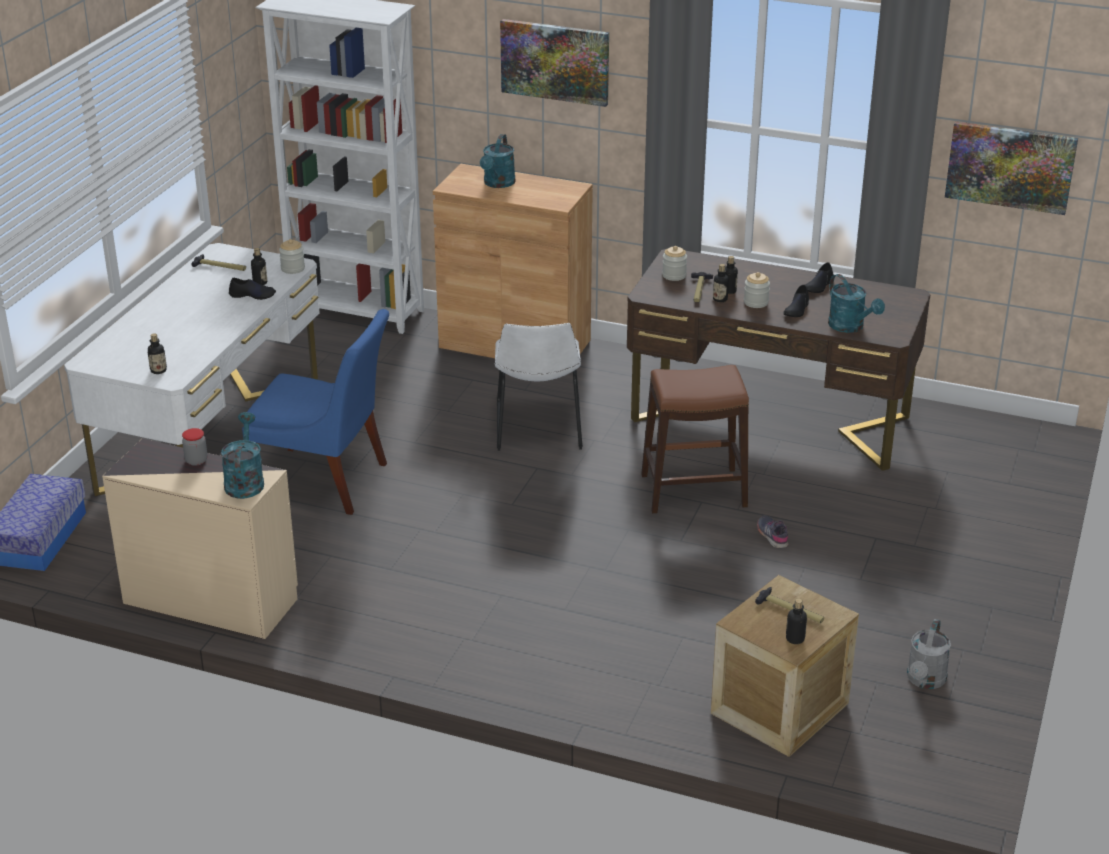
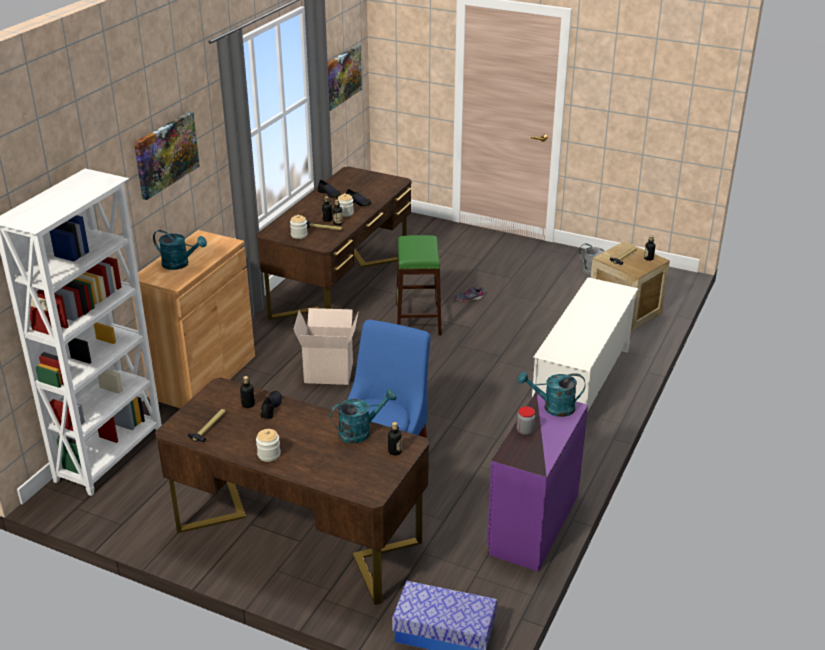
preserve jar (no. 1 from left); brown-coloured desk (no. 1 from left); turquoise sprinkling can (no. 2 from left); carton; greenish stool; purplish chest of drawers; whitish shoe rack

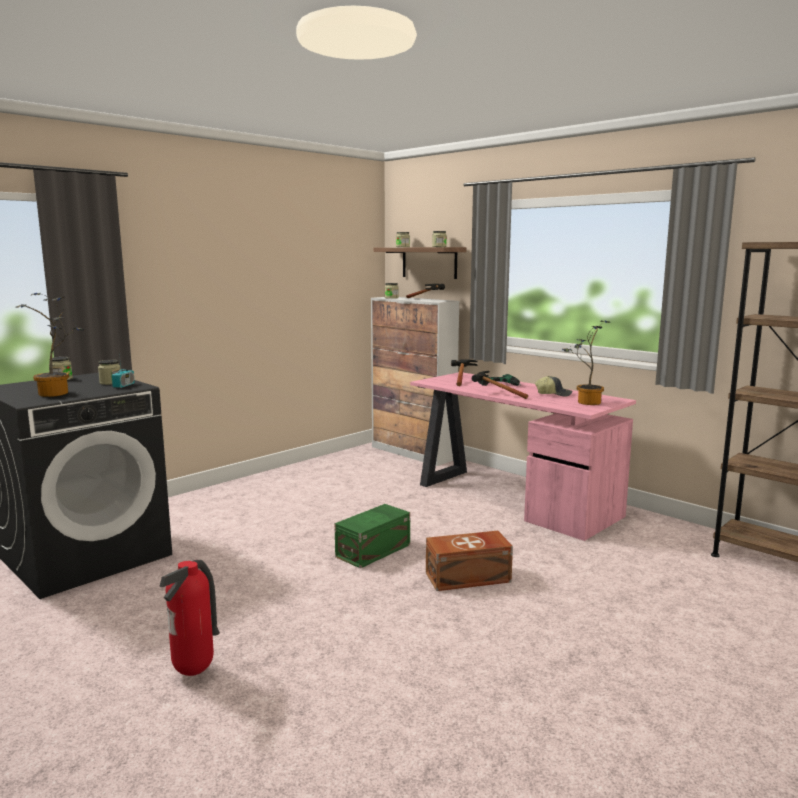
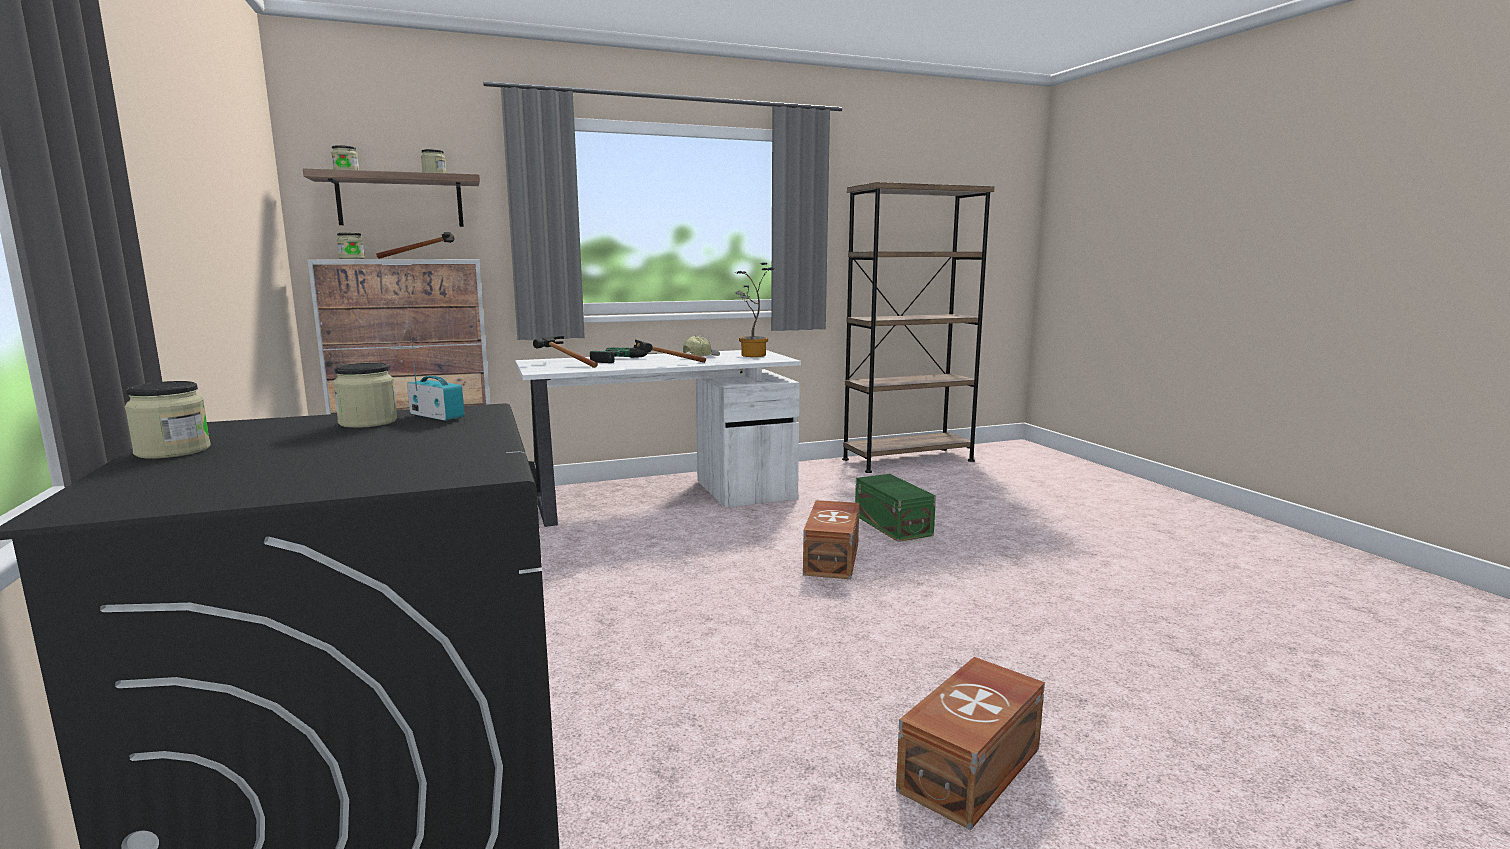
plant in a pot (no. 1 from left in the first image); whitish desk; greenish storage container; brown-coloured storage container (no. 2 from left)

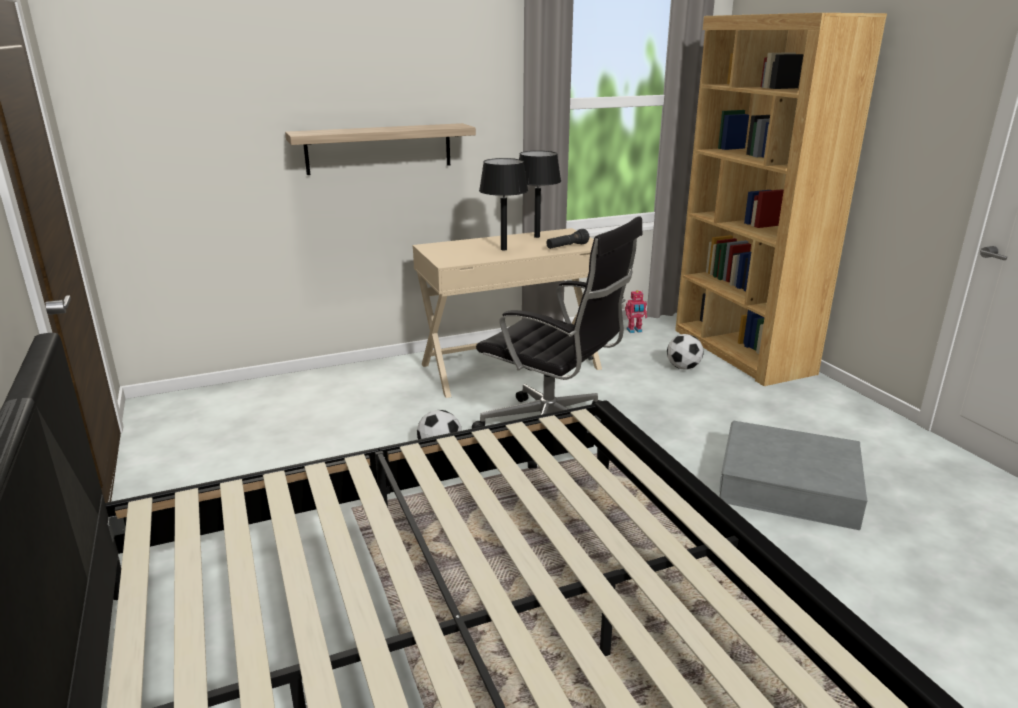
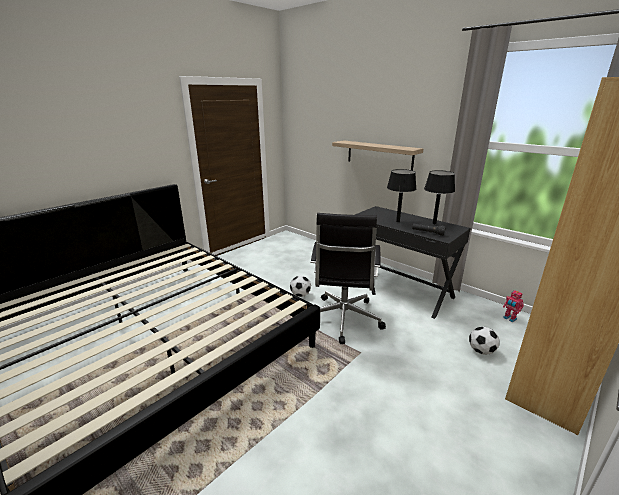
black-coloured desk; greyish storage container

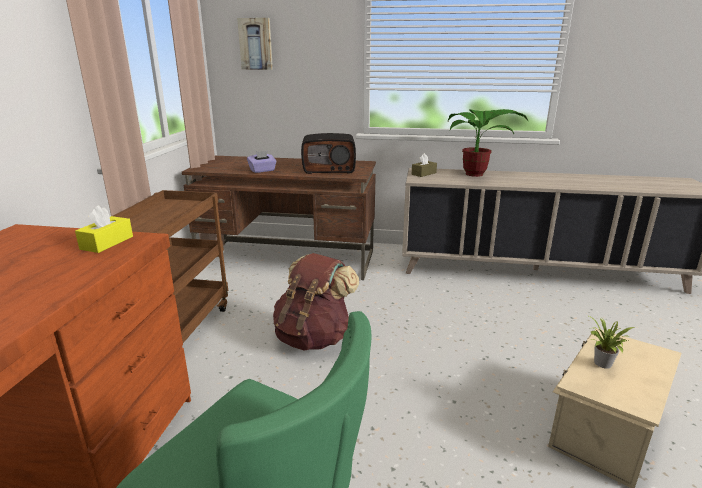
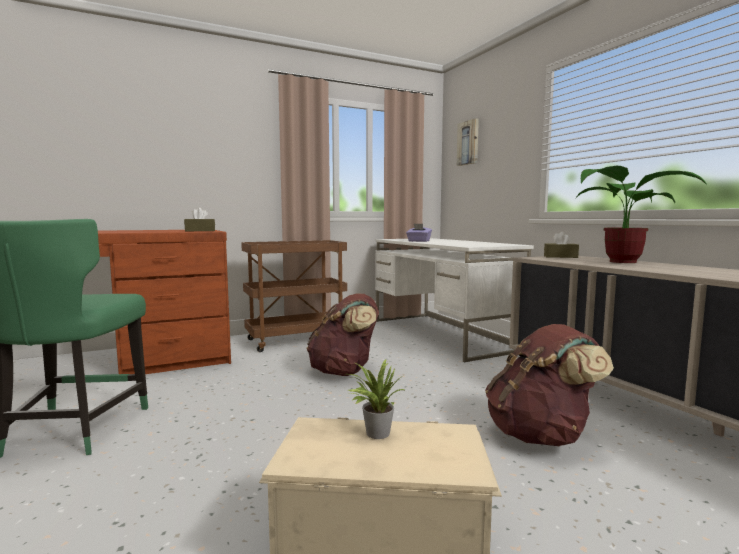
radio; whitish desk; brown-coloured tissue box (no. 1 from left); brown-coloured rucksack (no. 2 from left)

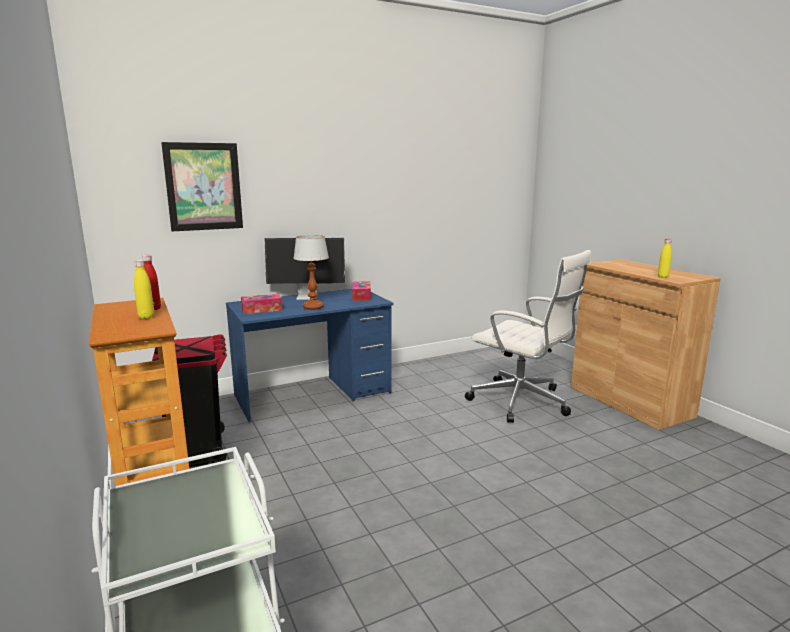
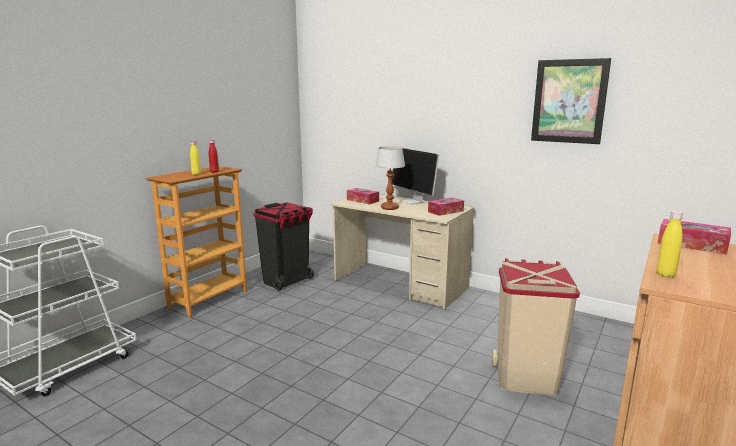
wall art; beige waste bin; beige desk; tissue box (no. 3 from left)

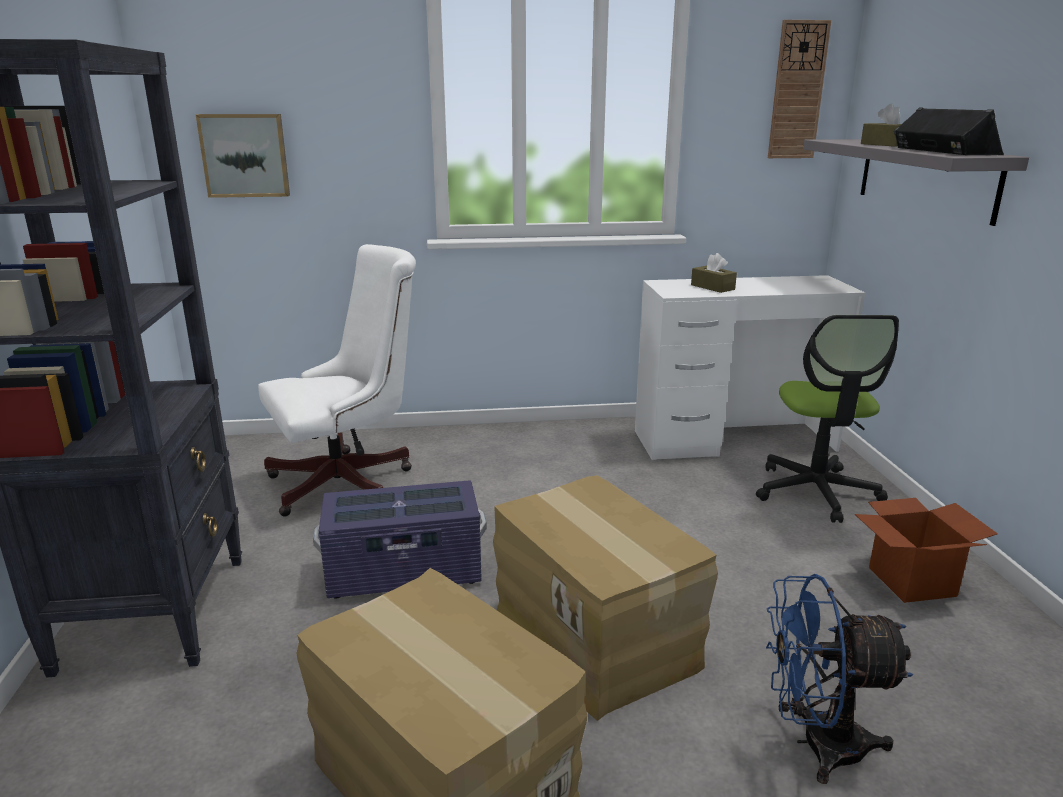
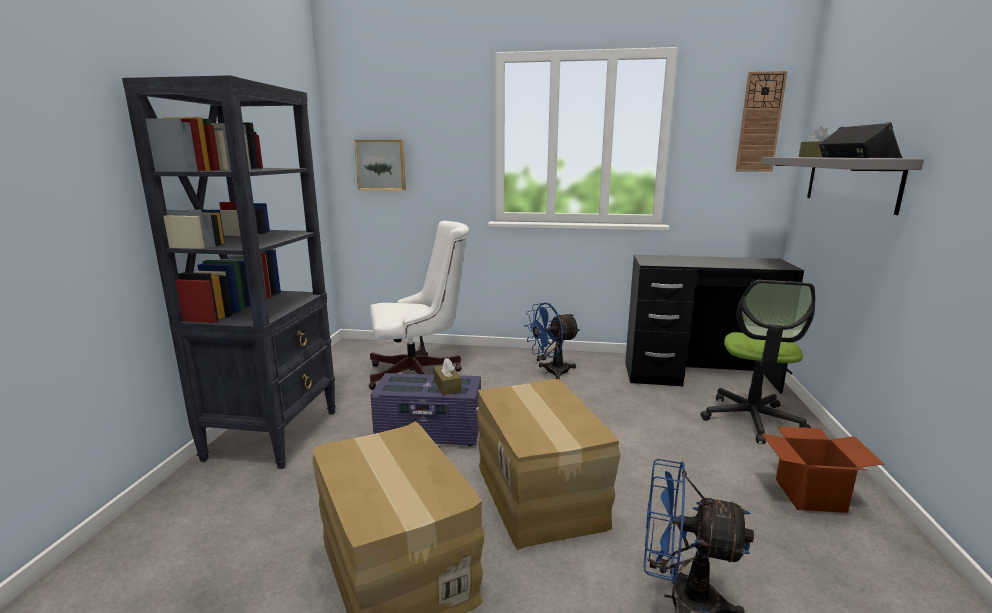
brown-coloured tissue box (no. 1 from left); black-coloured desk; bluish fan (no. 1 from left)

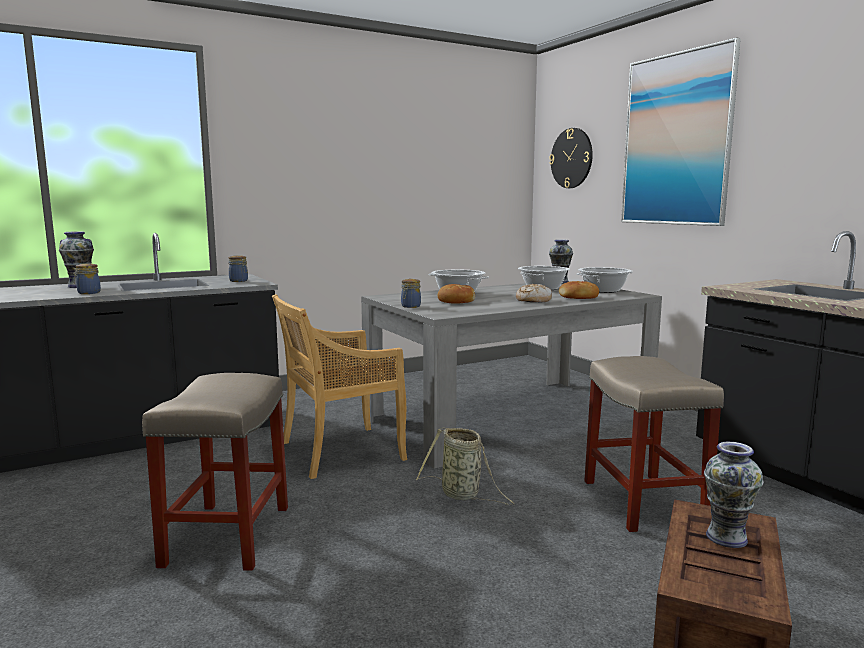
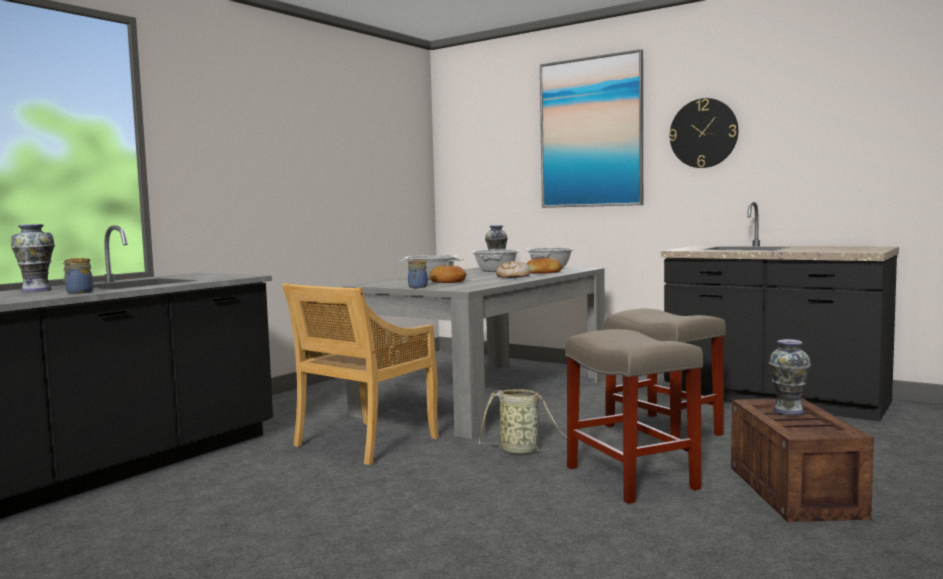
hanging clock; preserve jar (no. 2 from left in the first image); beige stool (no. 1 from left)

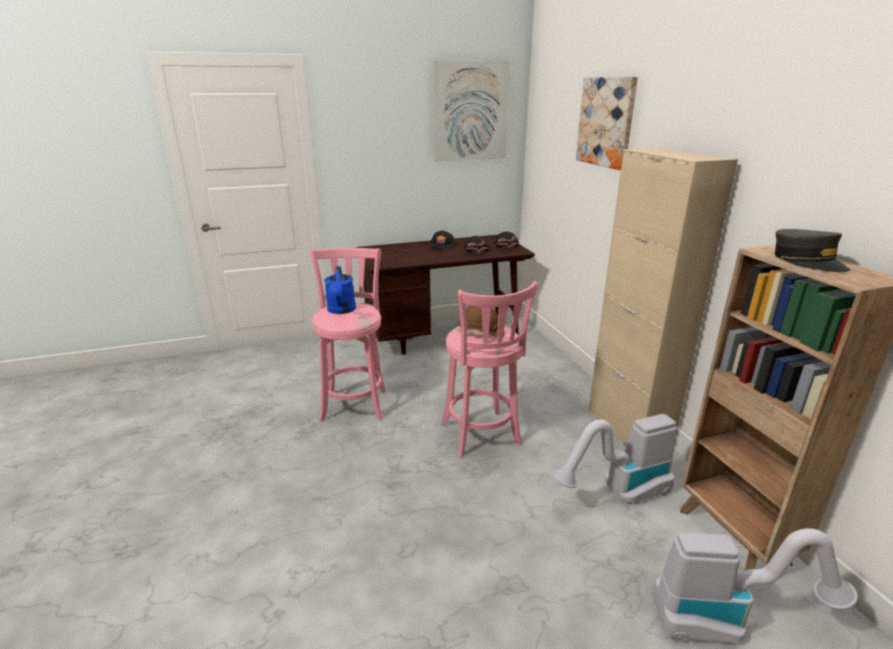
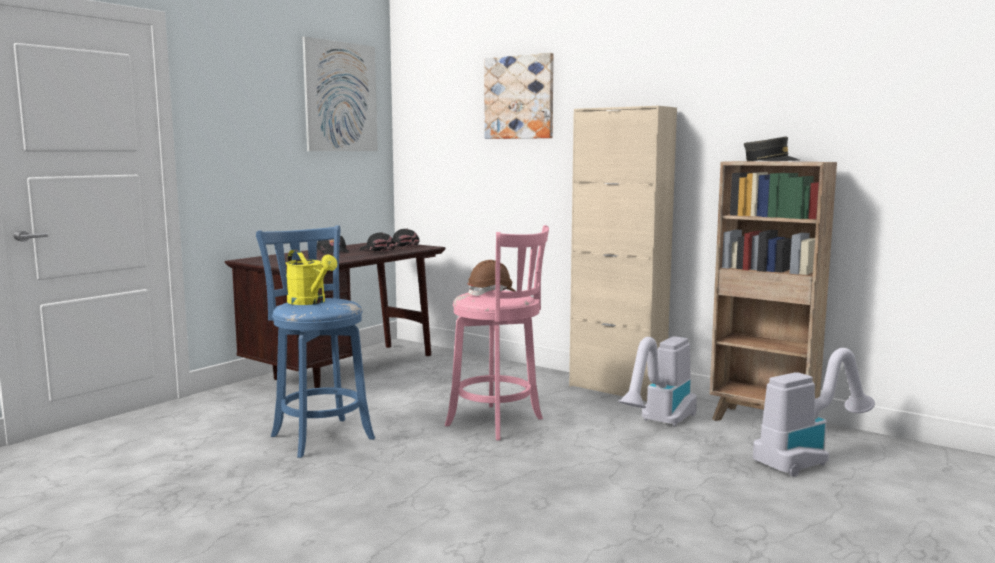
bluish stool; yellow-coloured sprinkling can

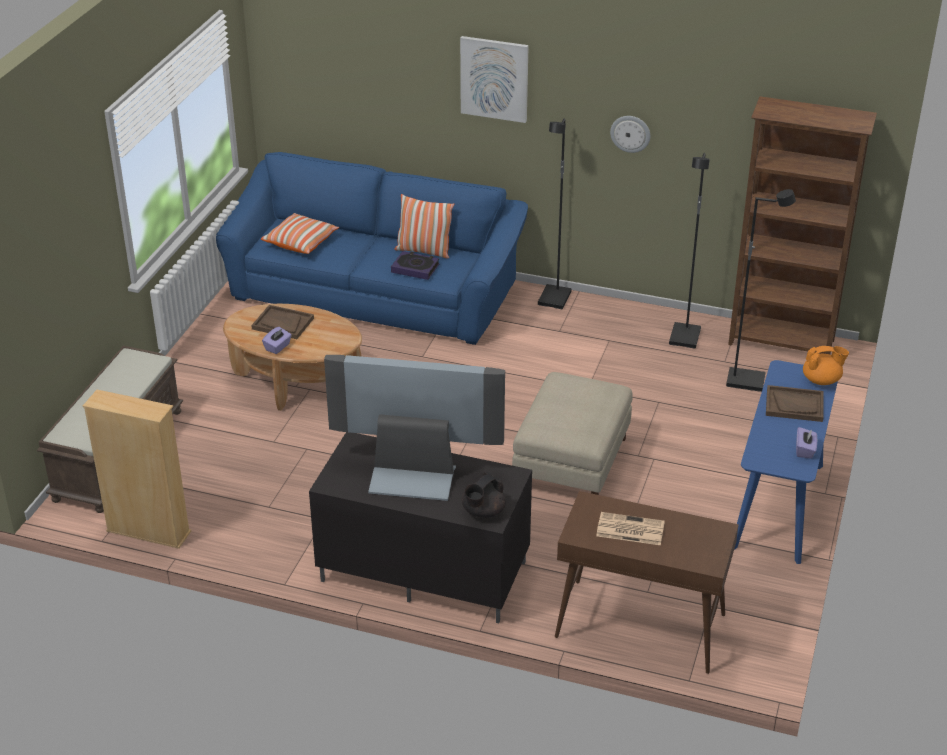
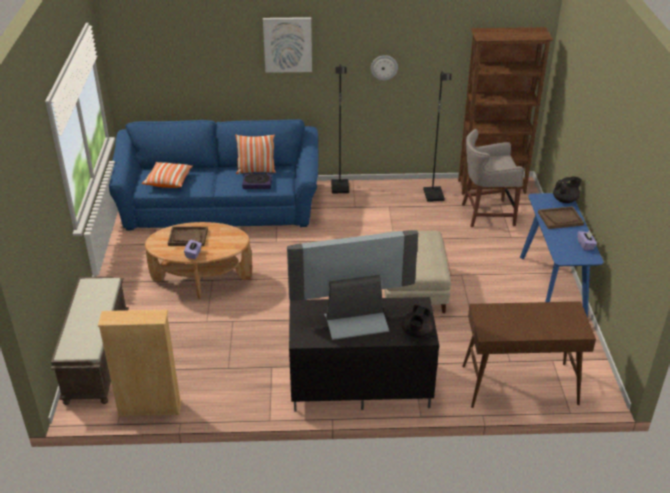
greyish stool; black-coloured tea pot (no. 2 from left); printed paper

